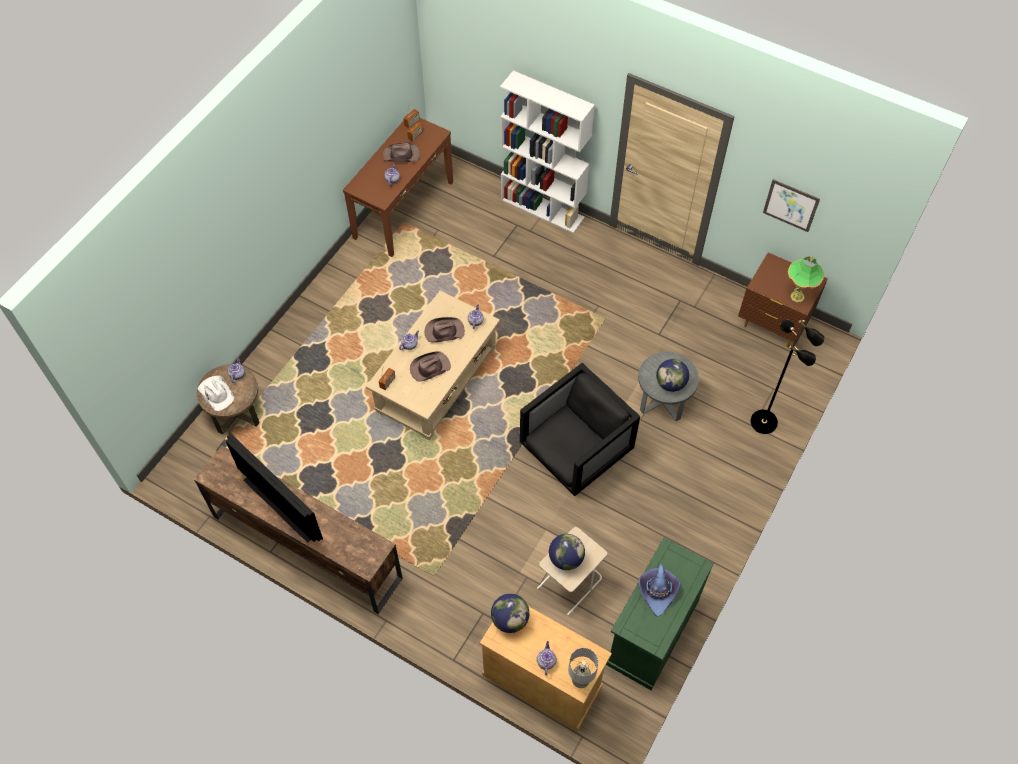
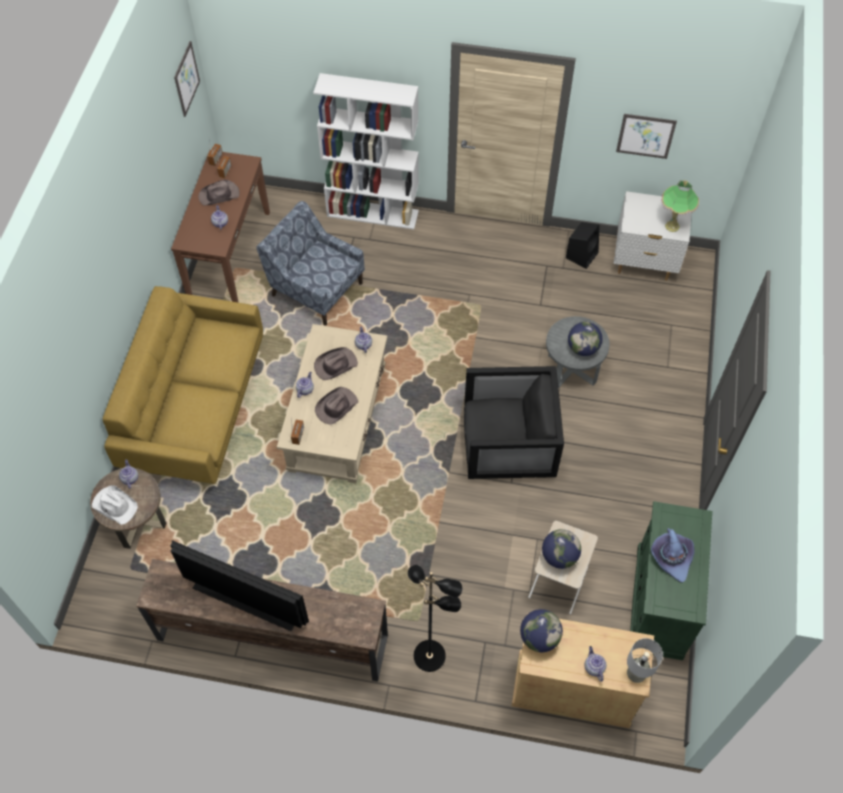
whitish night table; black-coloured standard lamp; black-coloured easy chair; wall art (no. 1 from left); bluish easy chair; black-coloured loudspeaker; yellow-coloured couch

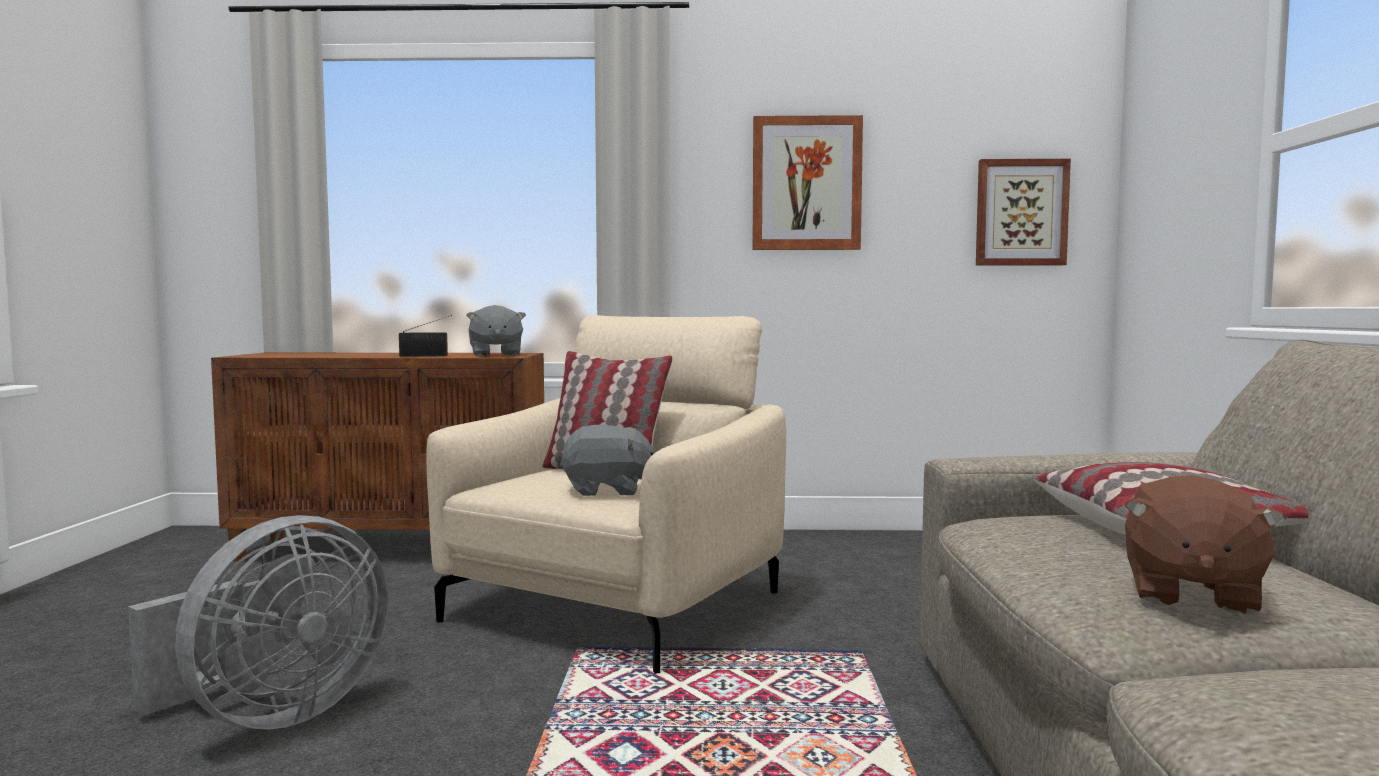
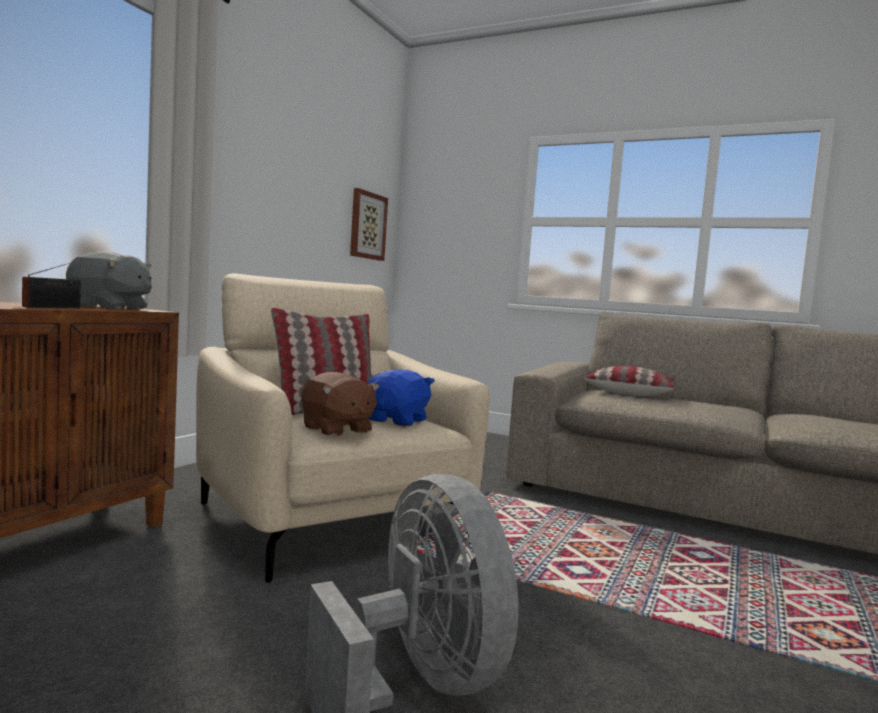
wall art (no. 1 from left in the first image); bluish plush toy; brown-coloured plush toy

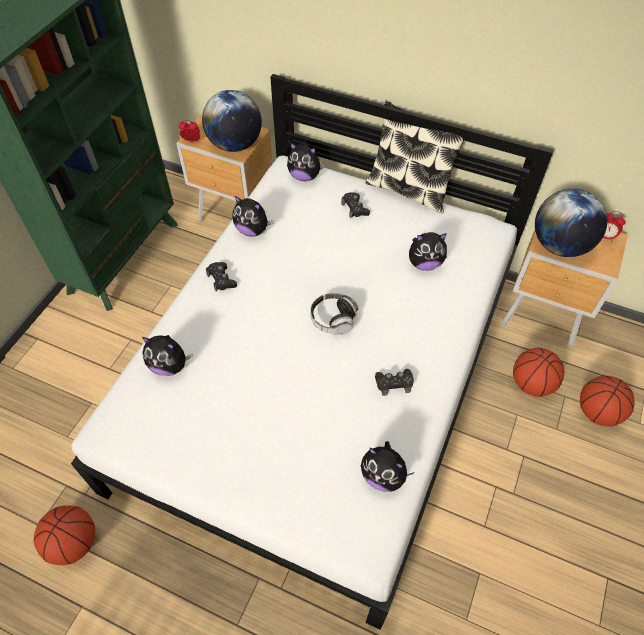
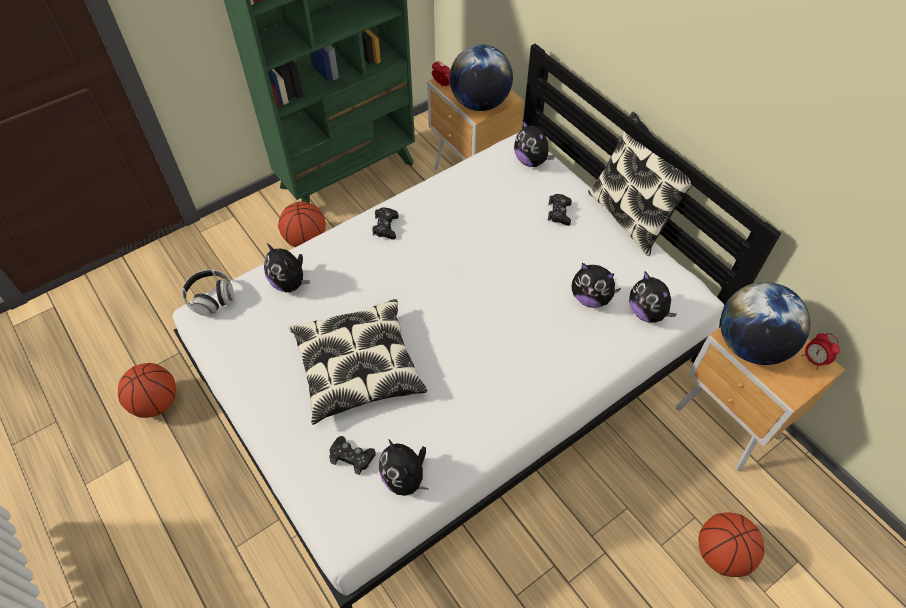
plush toy (no. 5 from left); headset; basketball (no. 2 from left); black-coloured gamepad (no. 1 from left); cushion (no. 1 from left)

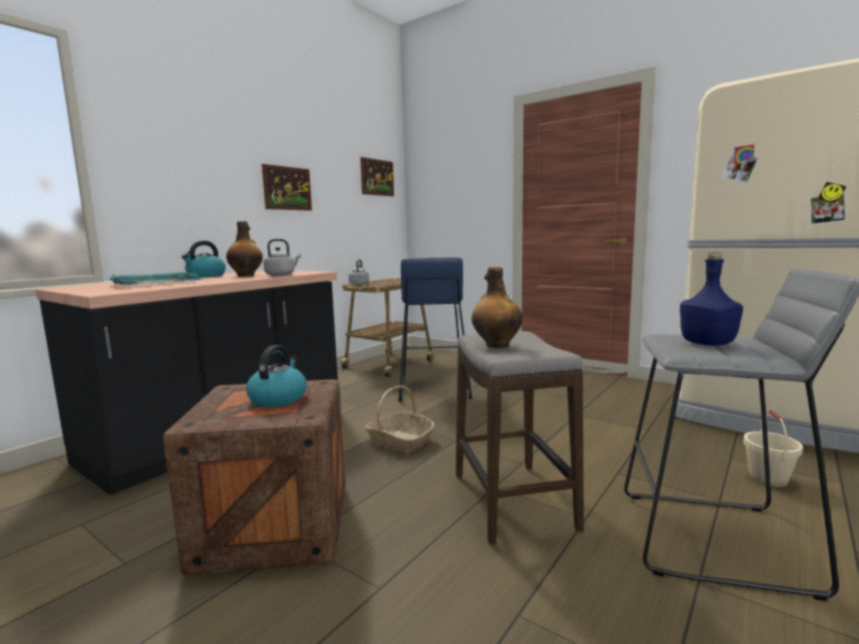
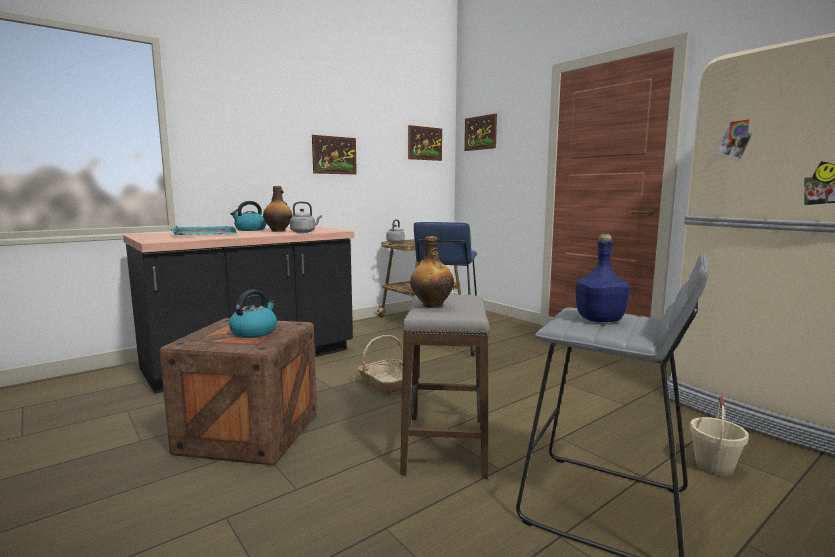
wall art (no. 3 from left)

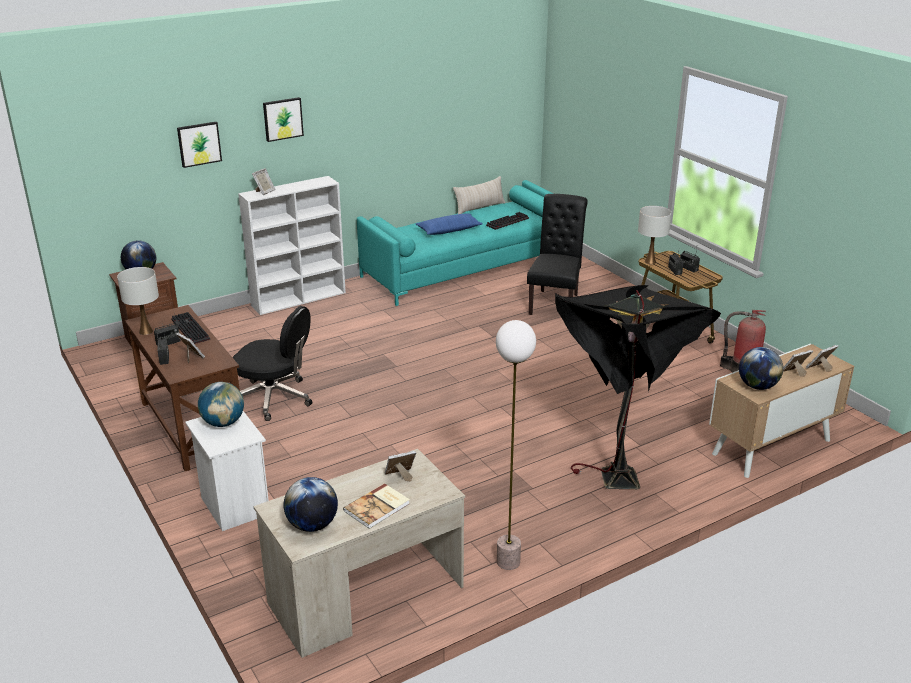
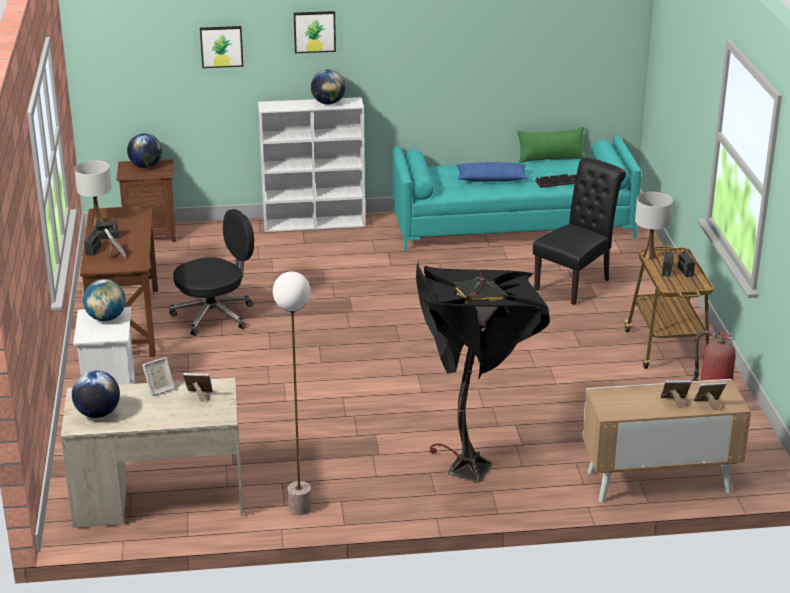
picture frame (no. 2 from left); greenish cushion; black-coloured office chair; keyboard (no. 1 from left in the first image); desk globe (no. 4 from left); volume

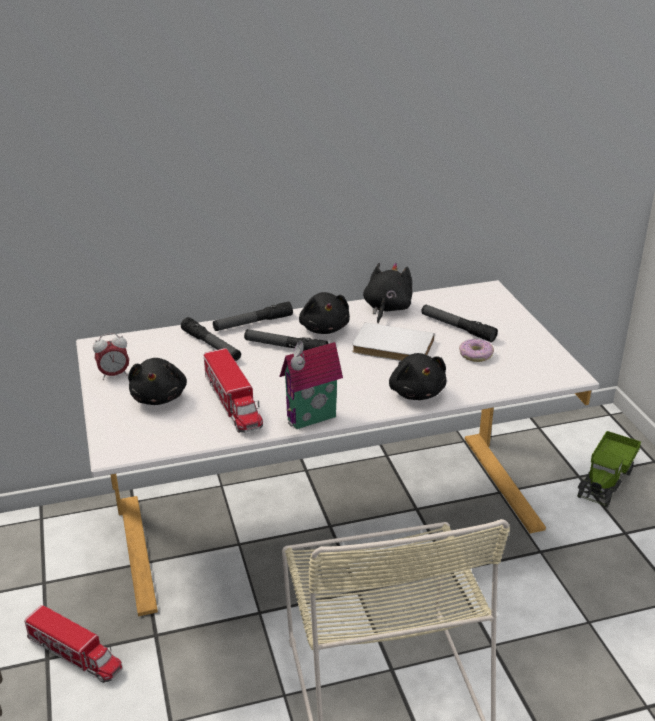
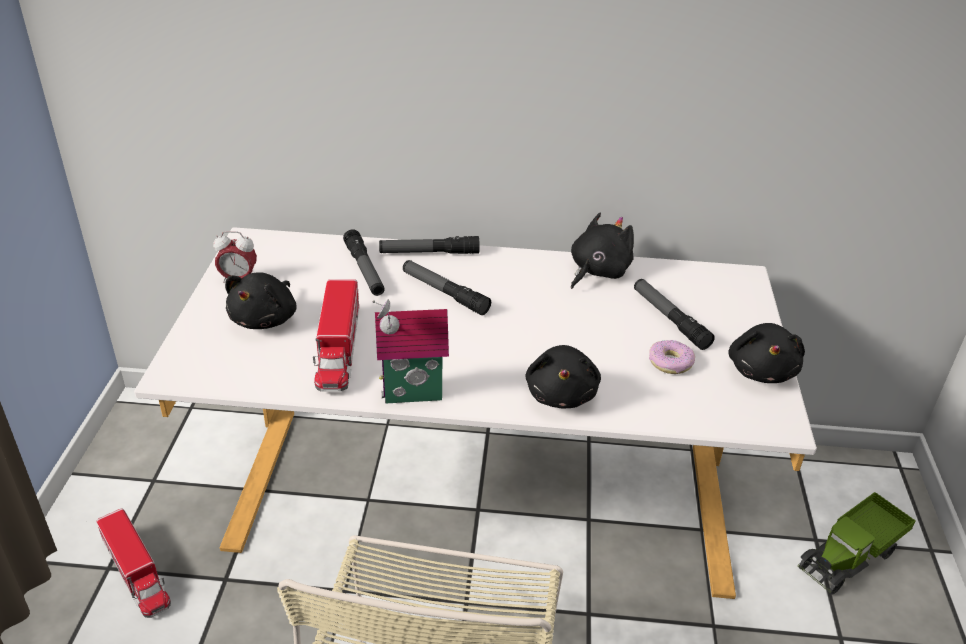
black-coloured plush toy (no. 4 from left); whitish volume

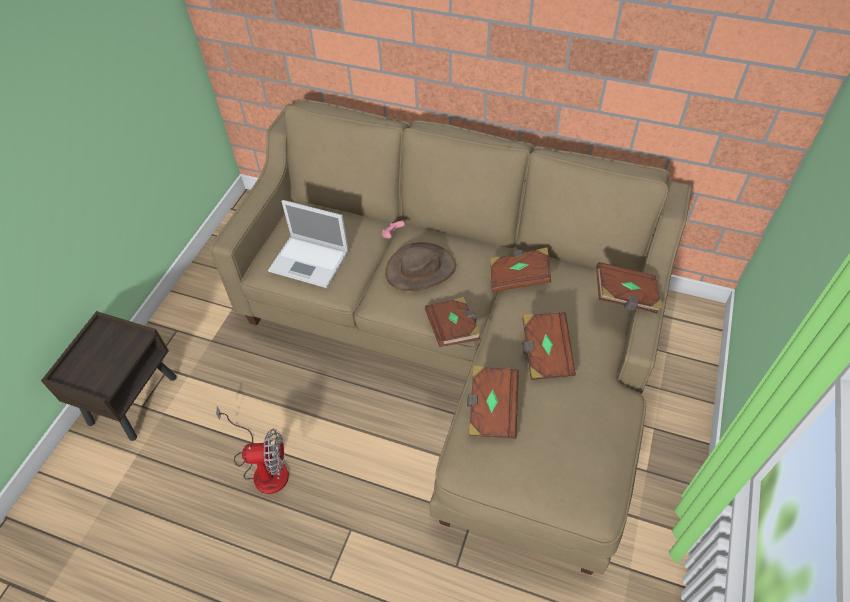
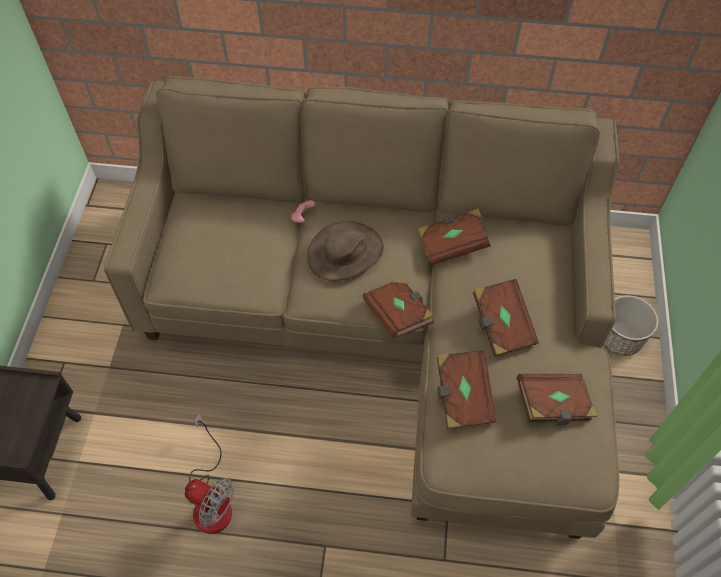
portable computer; brown-coloured volume (no. 5 from left); fan; planter

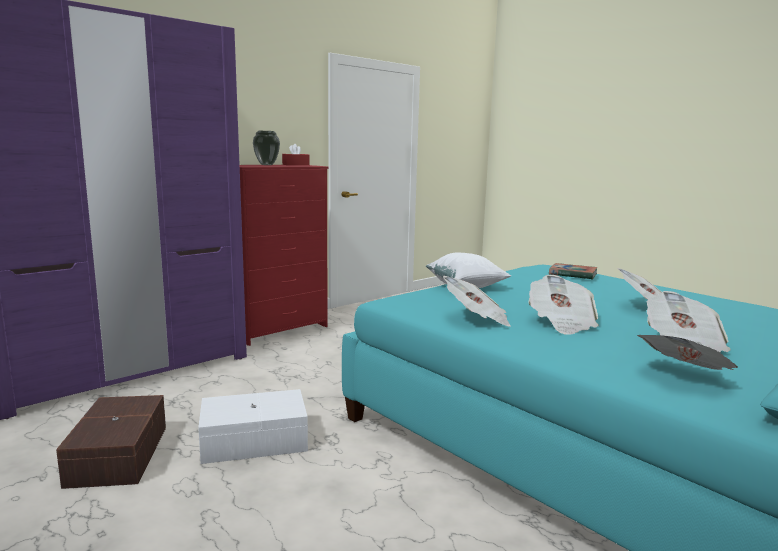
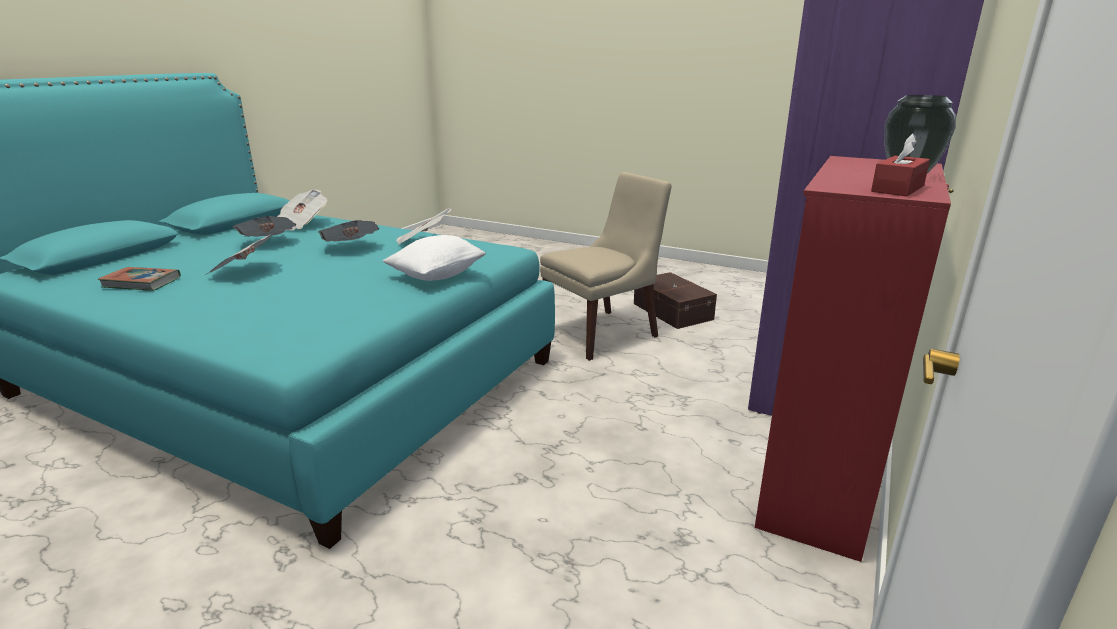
volume; beige chair

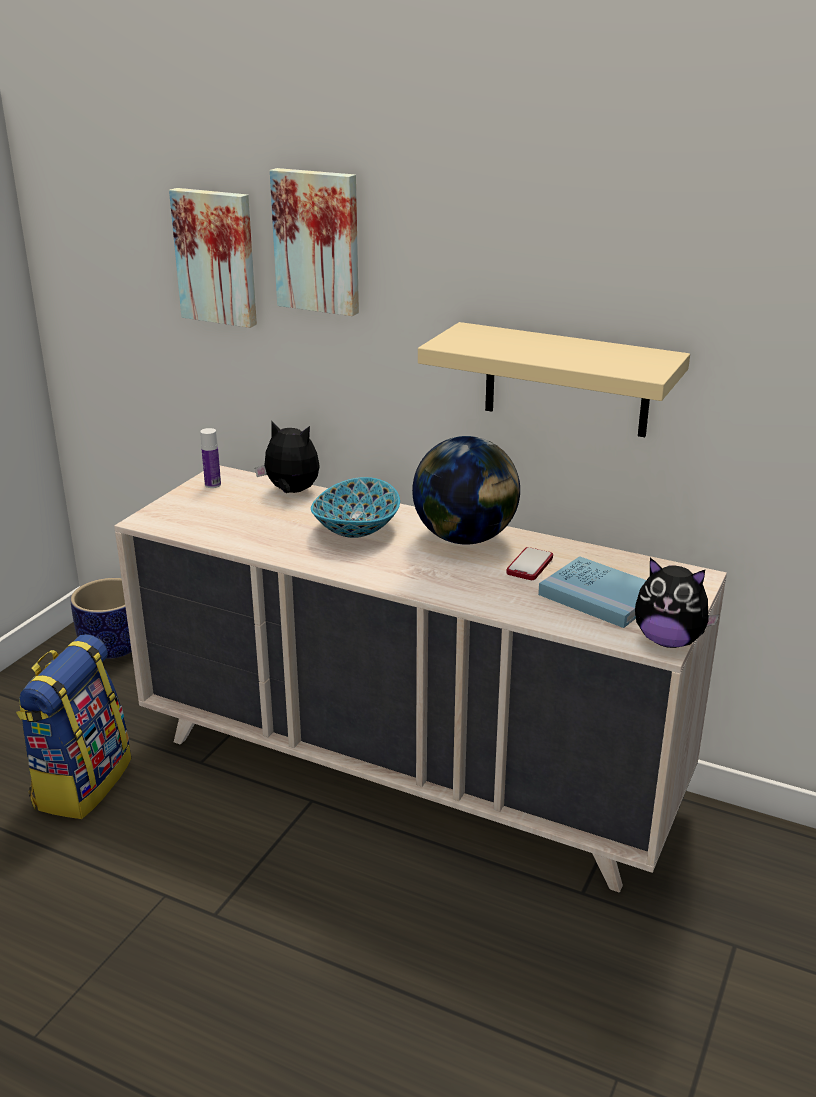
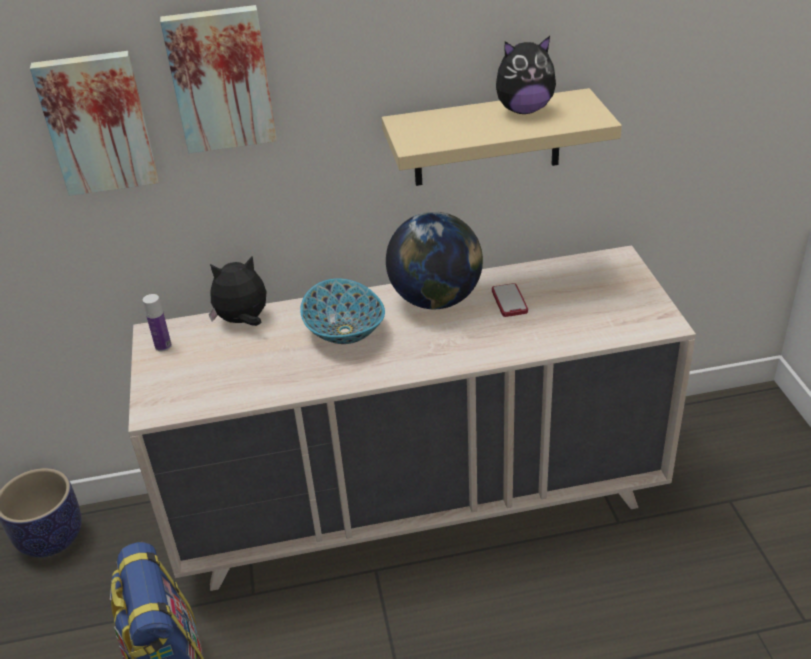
bluish volume; plush toy (no. 2 from left)

